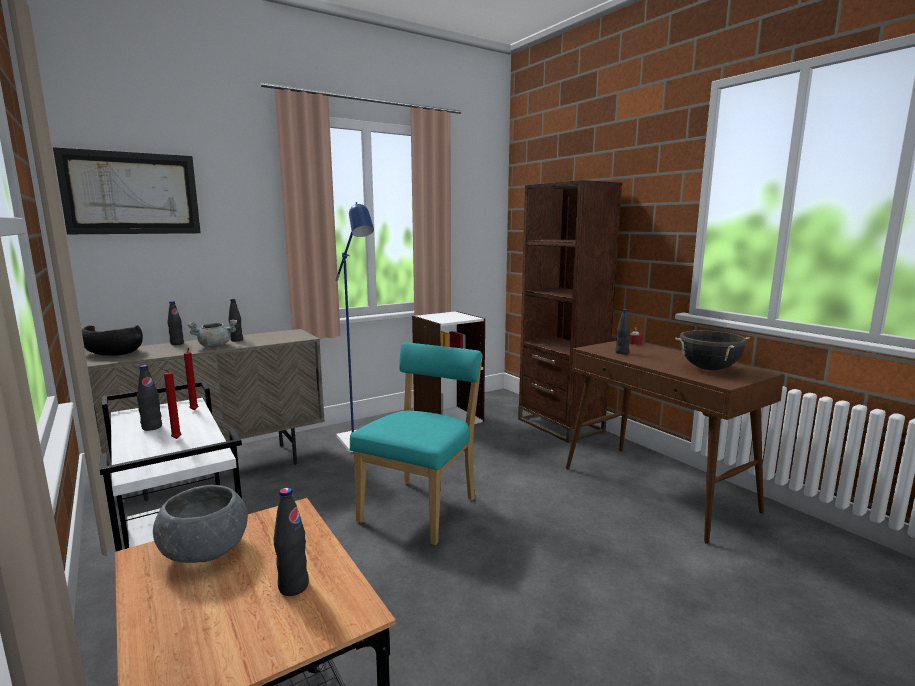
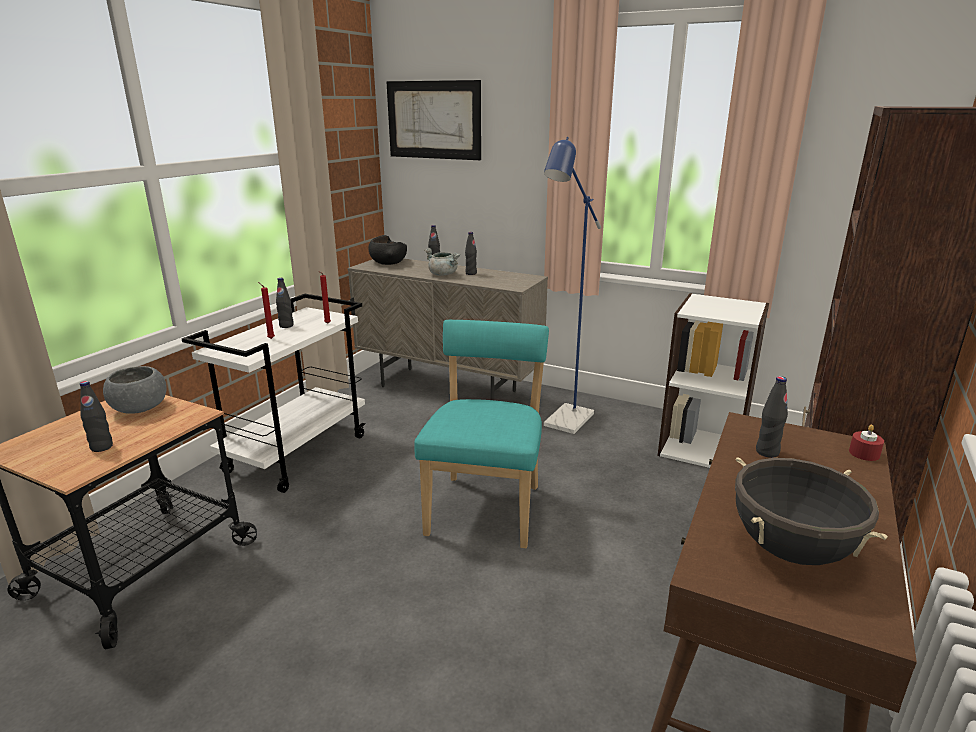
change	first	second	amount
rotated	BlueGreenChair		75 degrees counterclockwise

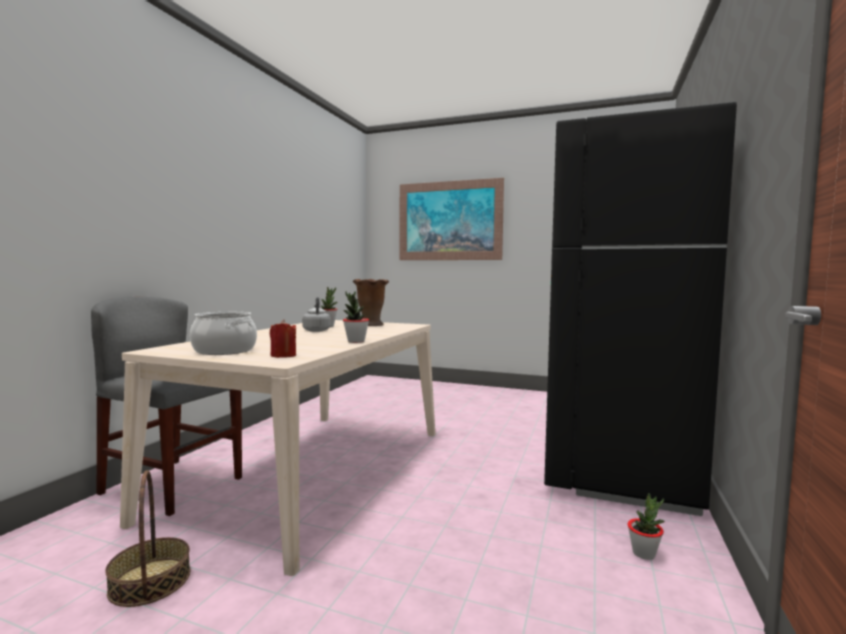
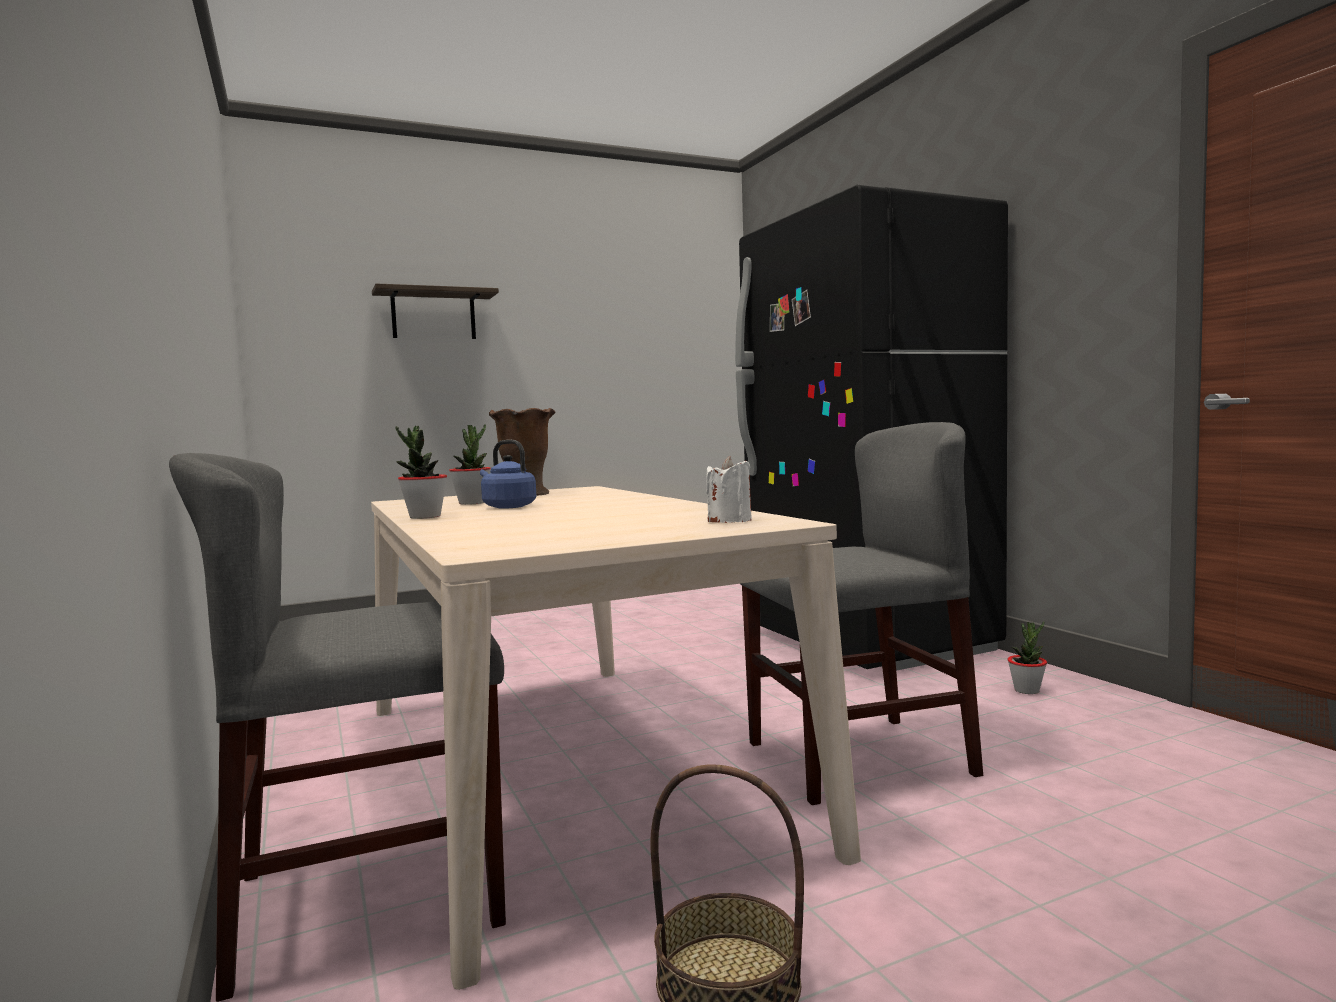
change	first	second	amount
gone	CookingPot		
new		GrayChair (no. 2 from left)	
shifted	PlantInAPot (no. 2 from left in the first image)	PlantInAPot (no. 1 from left)	
swapped	WallArt	Shelf	
repainted	RedColouredWaxLight	WhitishWaxLight	
repainted	GrayTeaKettle	BluishTeaKettle	

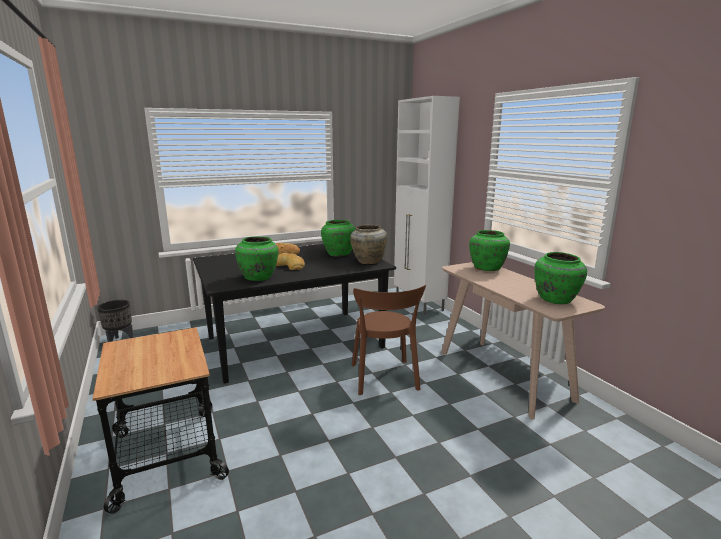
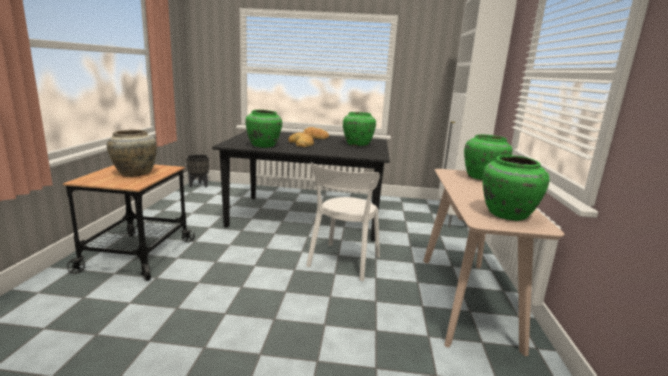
change	first	second	amount
shifted	BeigeDecorativeVase		
repainted	BrownishChair	WhitishChair	

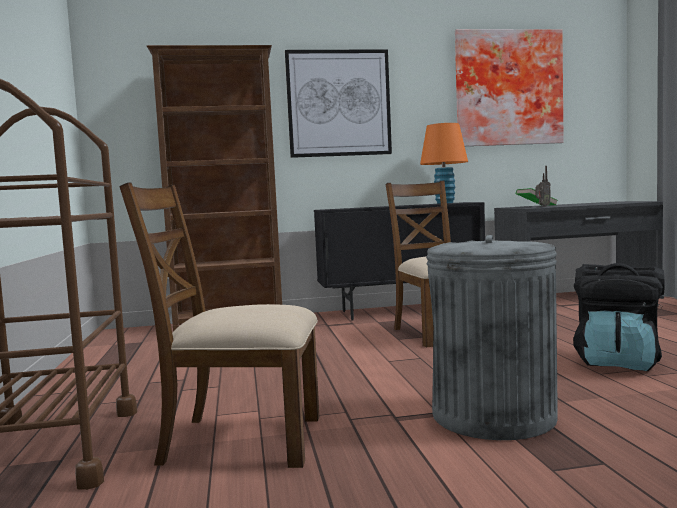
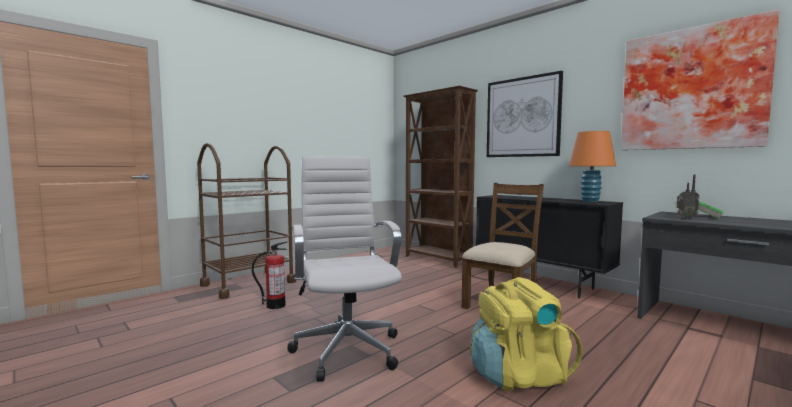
change	first	second	amount
swapped	BrownishChair (no. 1 from left)	FireFightingCylinder	
swapped	GrayRubbishBin	WhitishComputerChair	
repainted	BlackishKnapsack	YellowKnapsack	

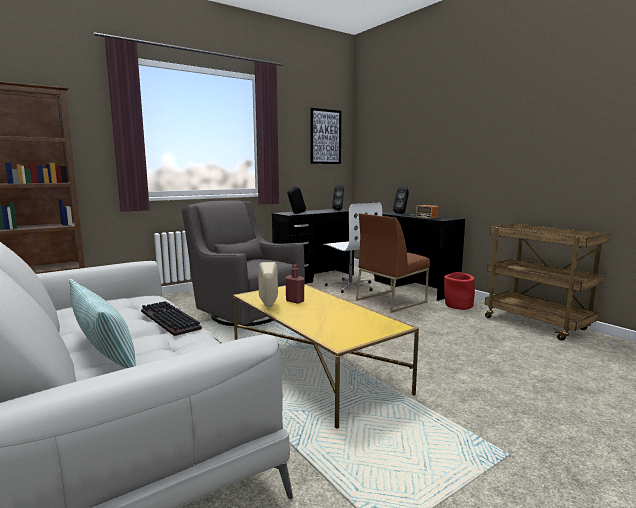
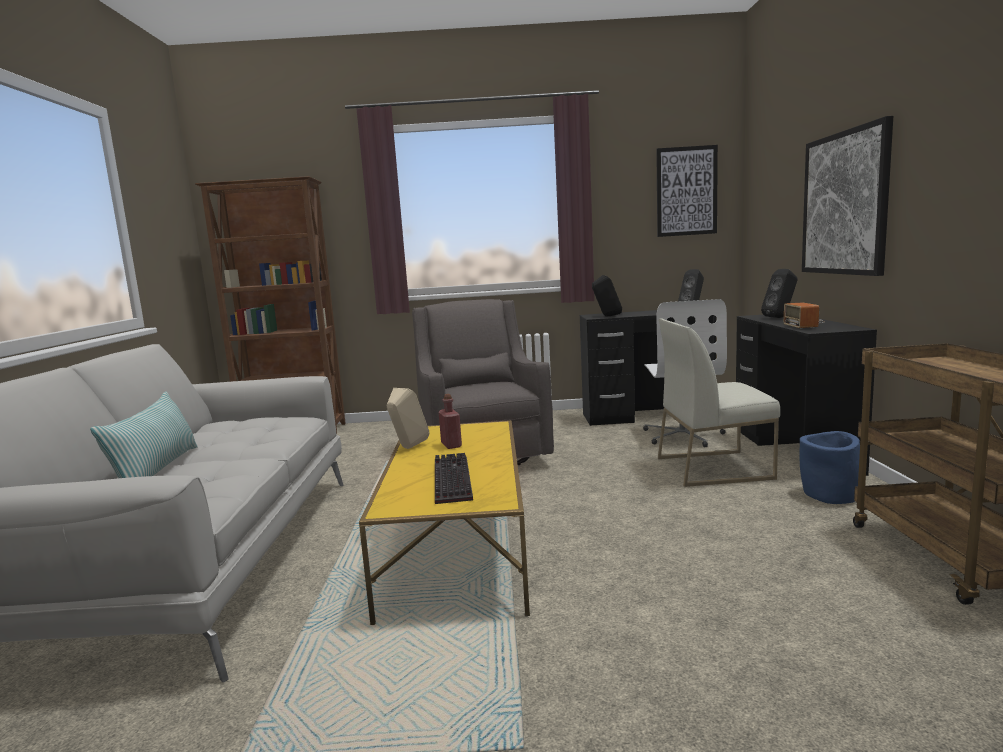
change	first	second	amount
new		WallArt (no. 2 from left)	
shifted	ComputerKeyboard		
repainted	BrownishChair	WhitishChair	
repainted	RedColouredFlowerPot	BluishFlowerPot	

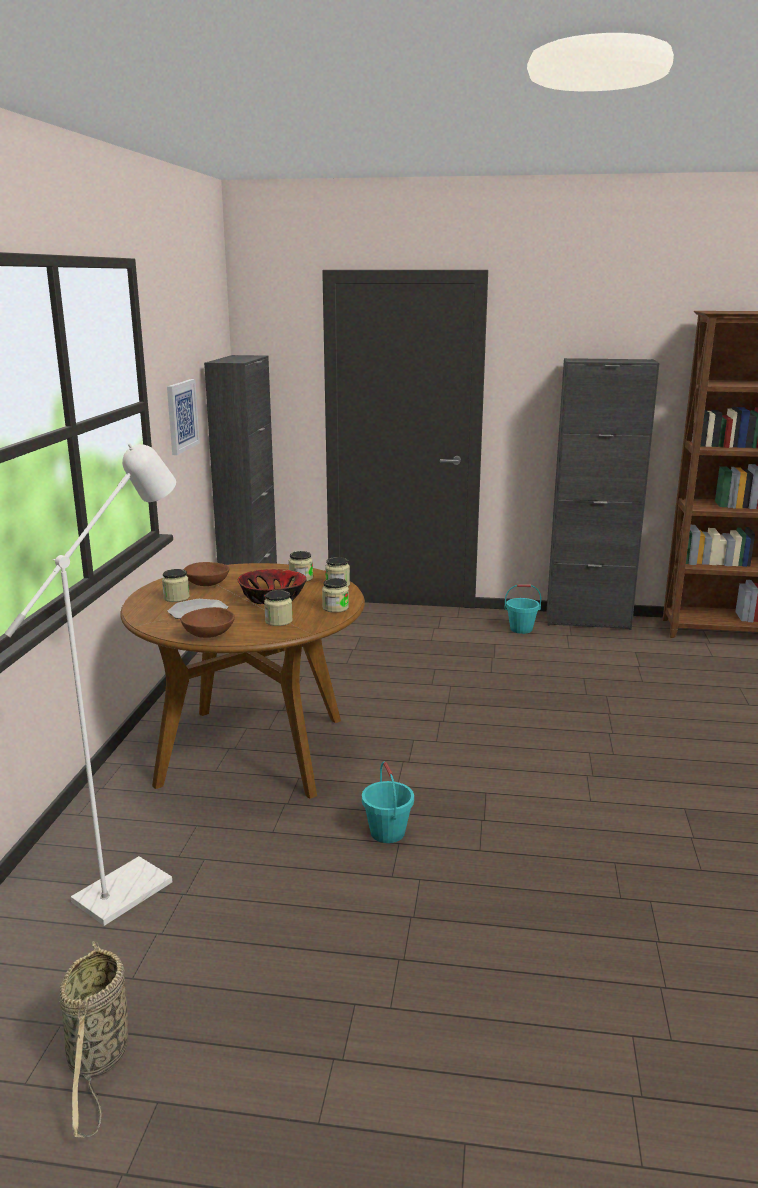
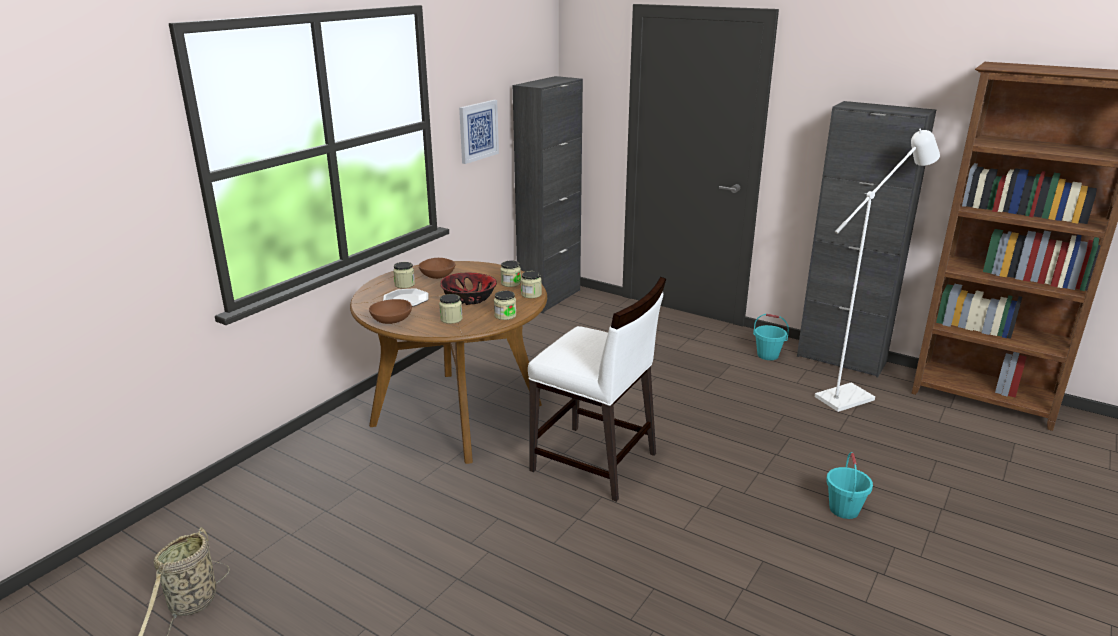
change	first	second	amount
new		WhitishChair	
shifted	WhitishStandingLamp		
shifted	BlueGreenPail (no. 1 from left in the first image)	BlueGreenPail (no. 2 from left)	

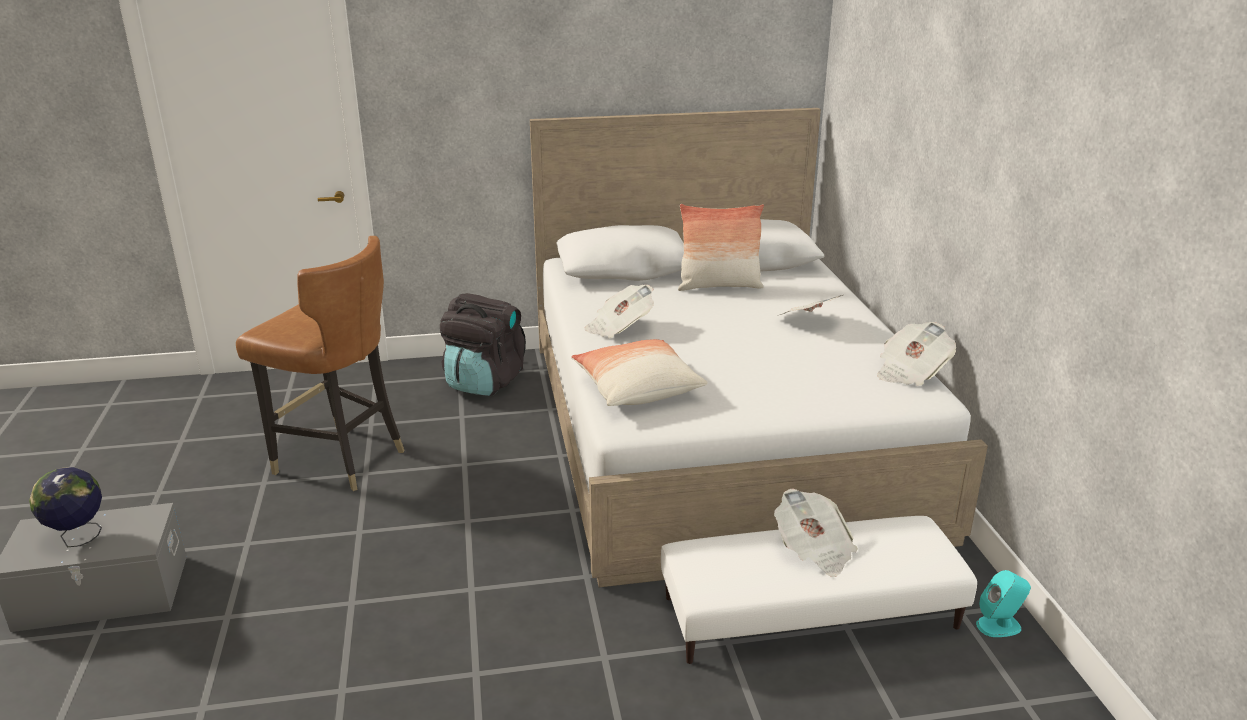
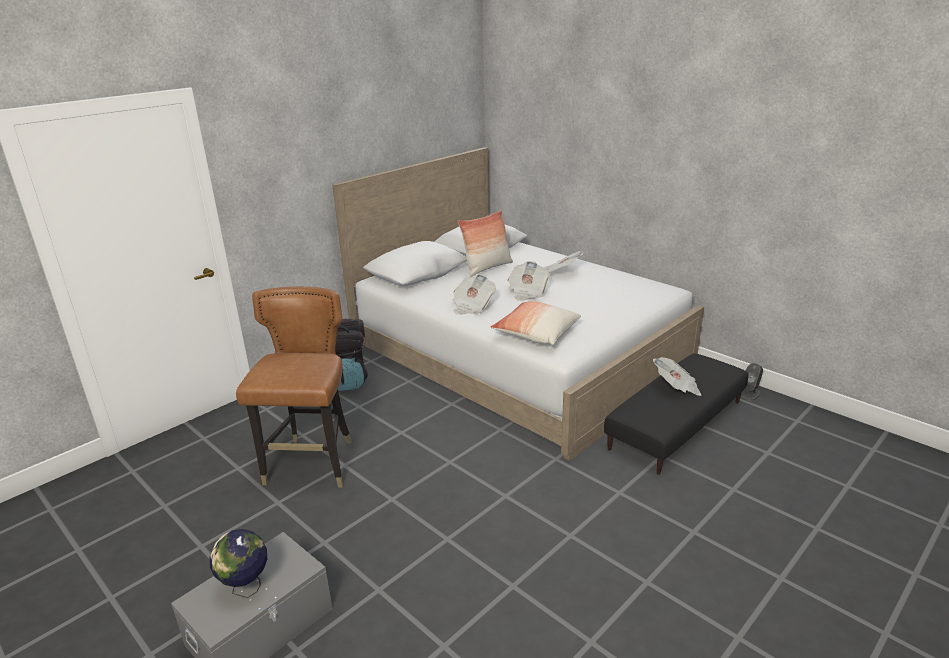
change	first	second	amount
shifted	DailyPaper (no. 4 from left in the first image)	DailyPaper (no. 2 from left)	
repainted	WhitishPouffe	BlackishPouffe	
repainted	BlueGreenAudioSpeaker	GrayAudioSpeaker	
rotated	BrownishChair		75 degrees counterclockwise

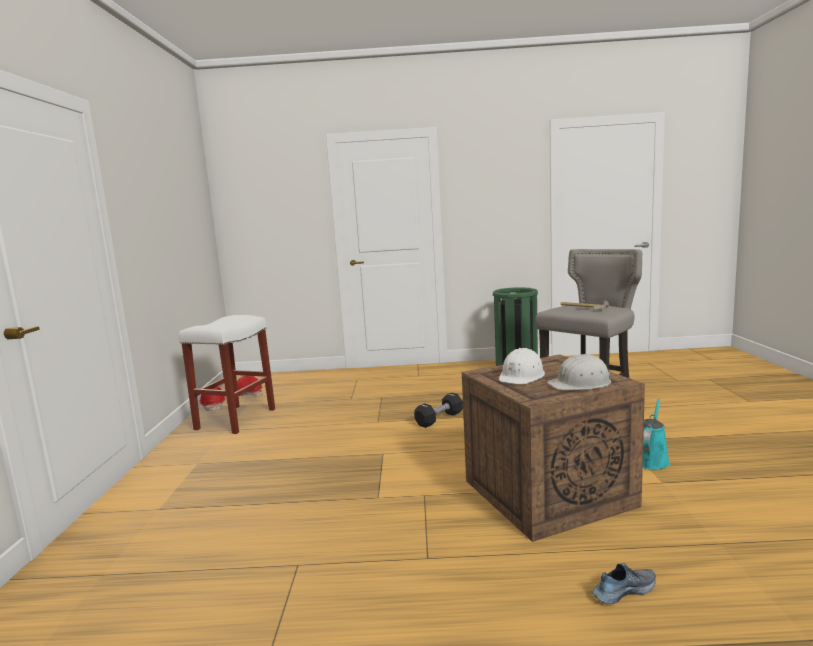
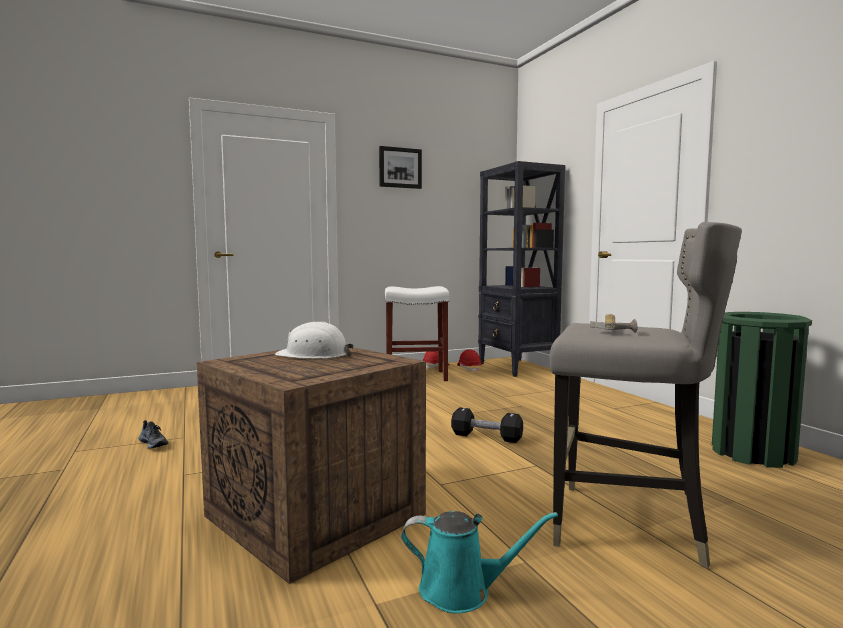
change	first	second	amount
gone	WhitishHardHat (no. 2 from left)		
new		WallArt	
new		BlackishShelvingUnit	
shifted	LowShoe		

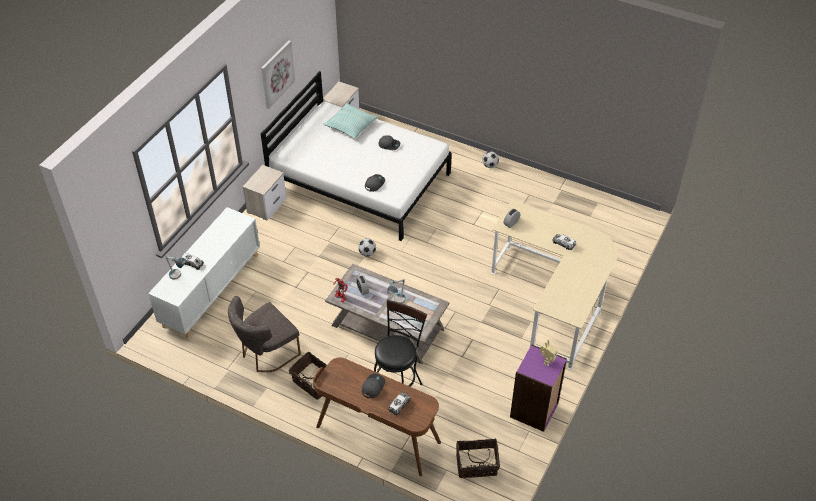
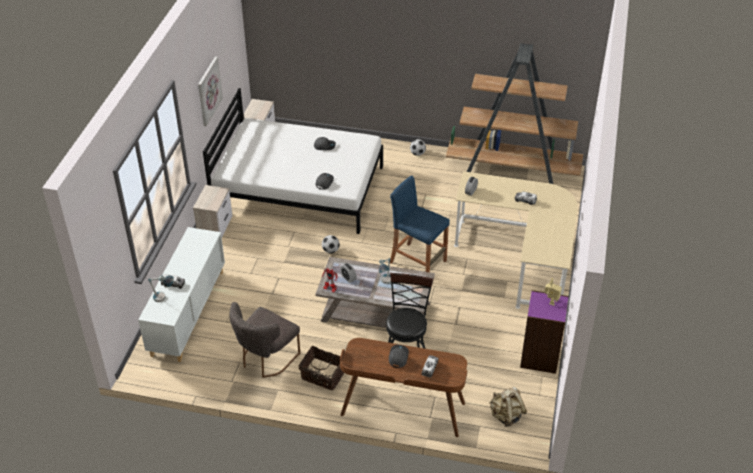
change	first	second	amount
gone	ThrowPillow		
new		BluishStool	
new		BrownishShelvingUnit	
swapped	Basket (no. 2 from left)	BeigeKnapsack	

